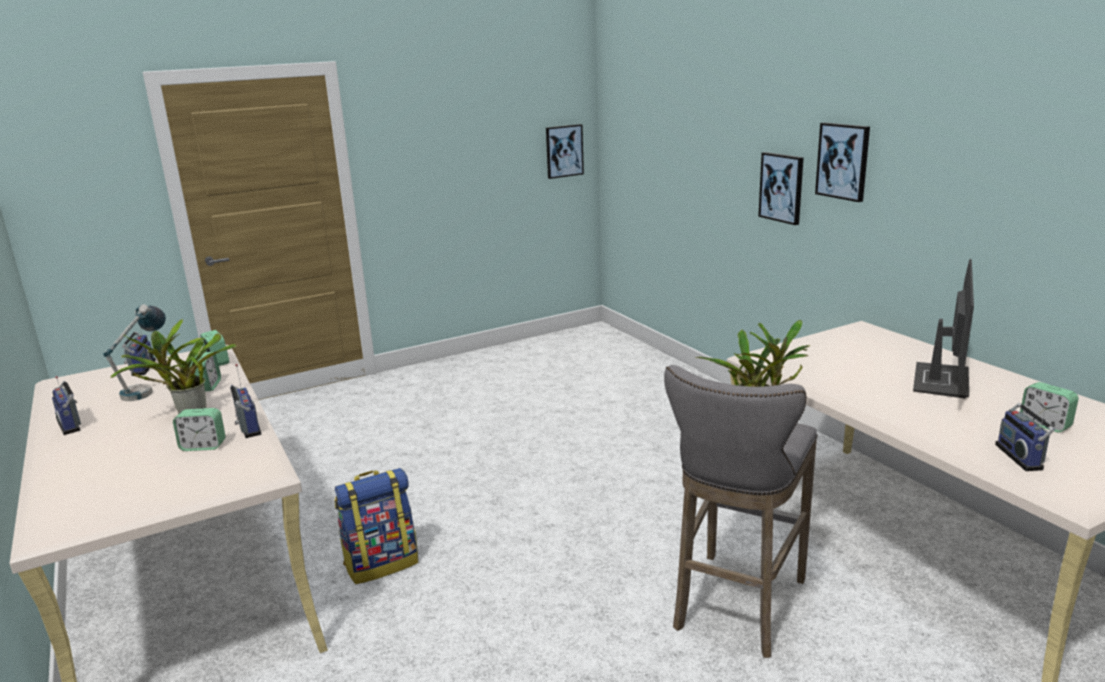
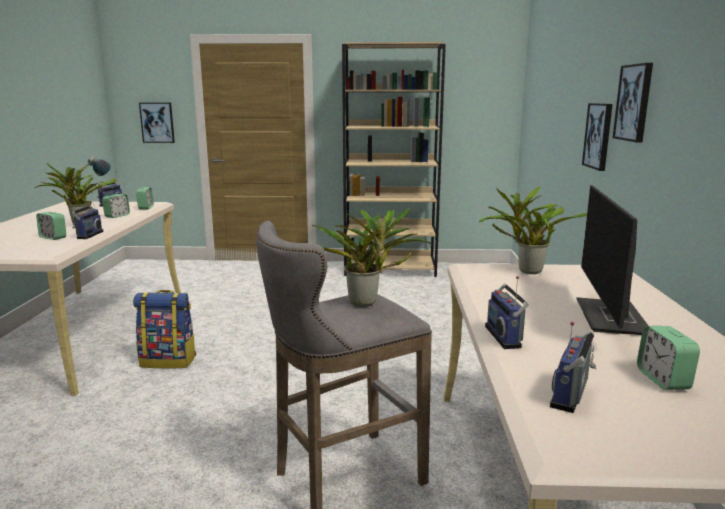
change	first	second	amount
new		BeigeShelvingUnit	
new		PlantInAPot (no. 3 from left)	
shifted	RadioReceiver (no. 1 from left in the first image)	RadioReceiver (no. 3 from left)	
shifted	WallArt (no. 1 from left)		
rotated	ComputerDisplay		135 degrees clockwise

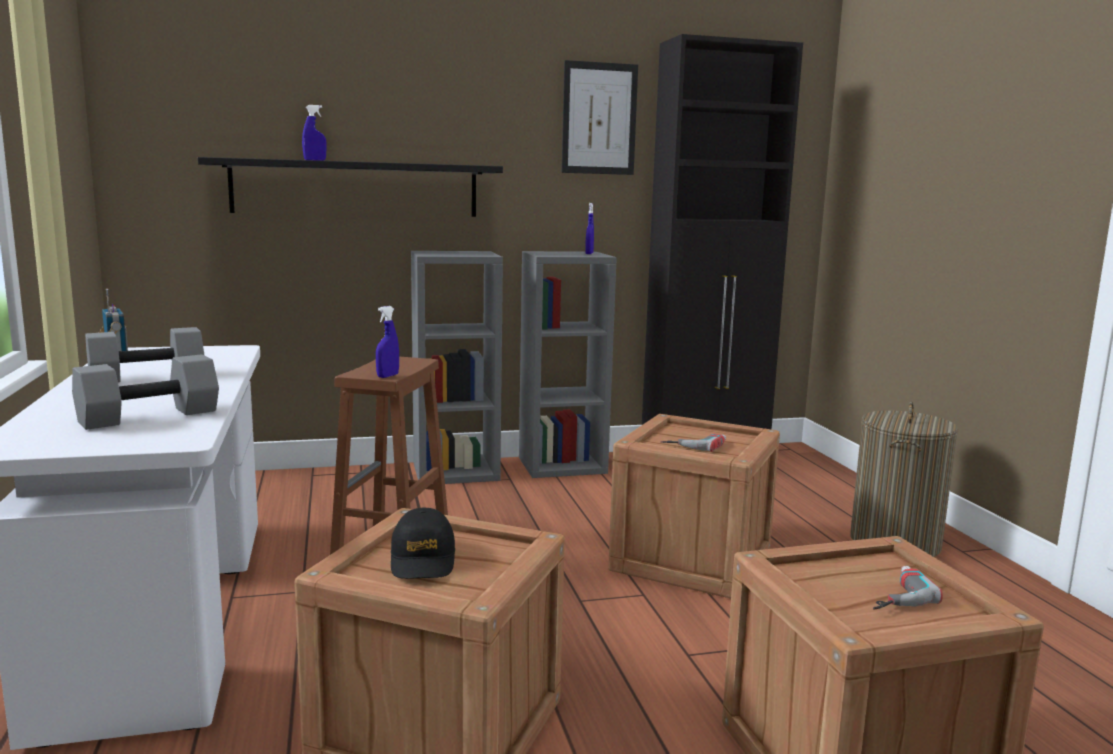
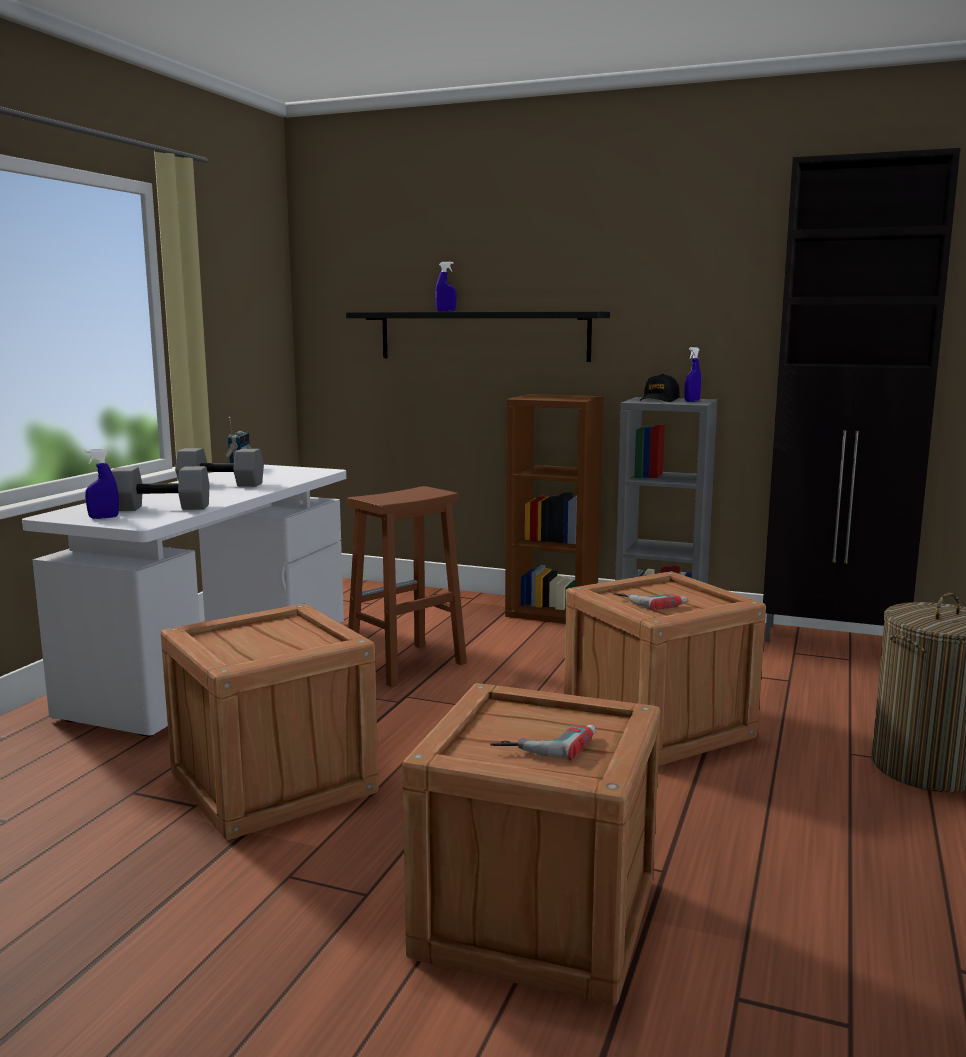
change	first	second	amount
gone	WallArt		
shifted	BluishSprayBottle (no. 2 from left in the first image)	BluishSprayBottle (no. 1 from left)	
shifted	BlackishBaseballCap		
repainted	GrayShelvingUnit (no. 1 from left)	BrownishShelvingUnit	

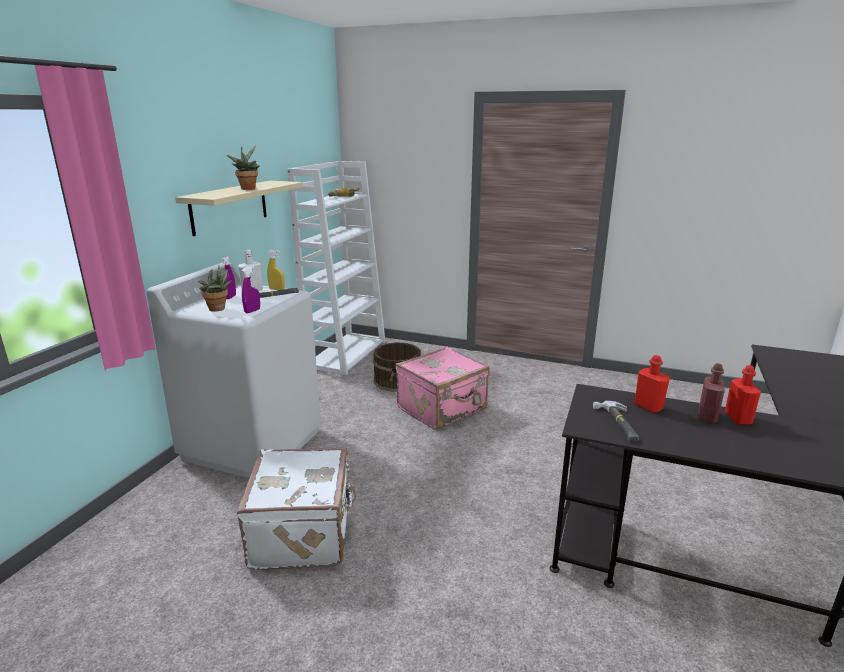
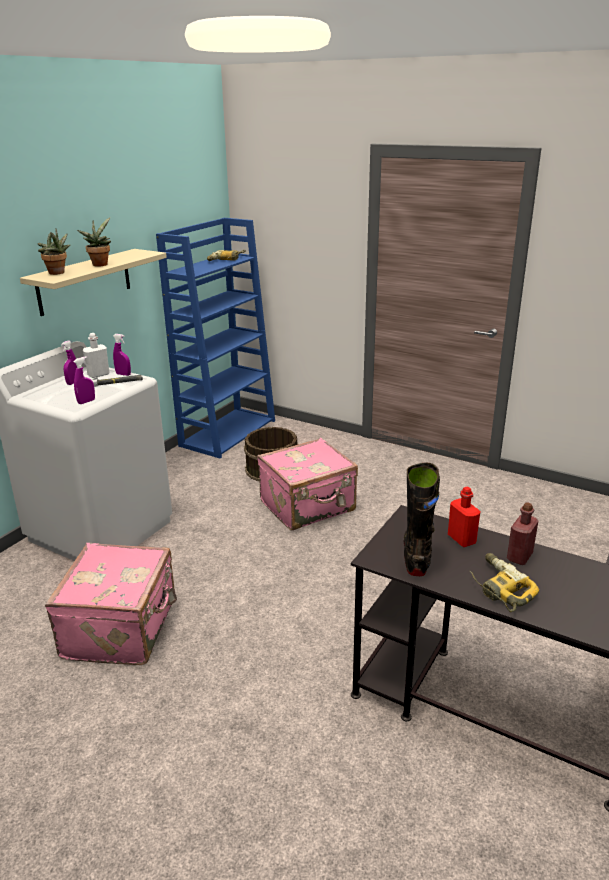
change	first	second	amount
gone	RedColouredBottle (no. 3 from left)		
new		PowerDrill (no. 2 from left)	
shifted	PlantInAPot (no. 1 from left)		
swapped	ToolHammer (no. 2 from left)	BlackishTallBoot	
repainted	WhitishPieceOfLuggage	PinkPieceOfLuggage (no. 1 from left)	
repainted	YellowSprayBottle	PurplishSprayBottle (no. 3 from left)	
repainted	WhitishShelvingUnit	BluishShelvingUnit	

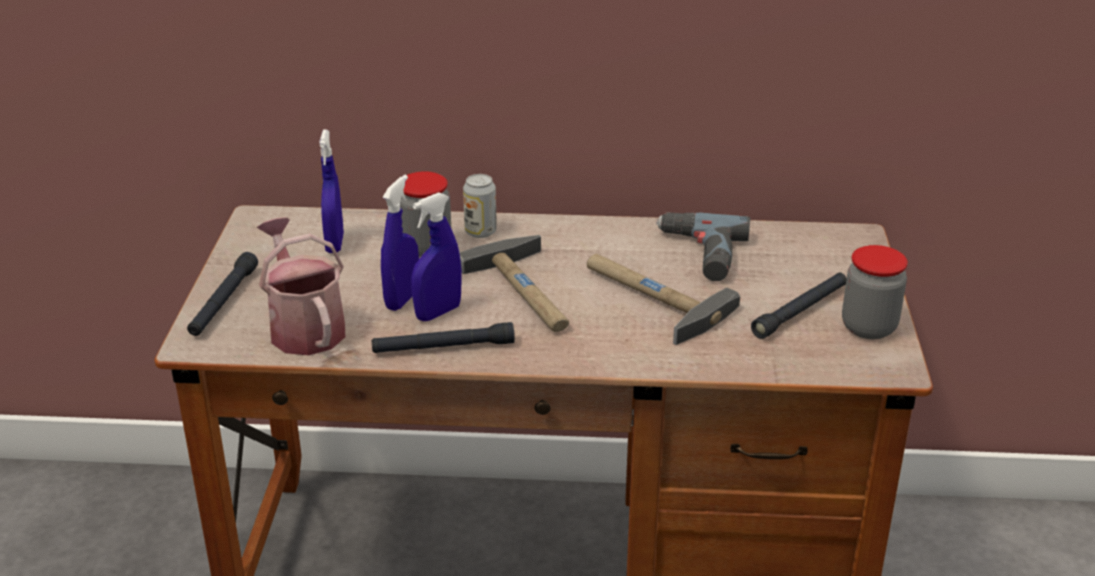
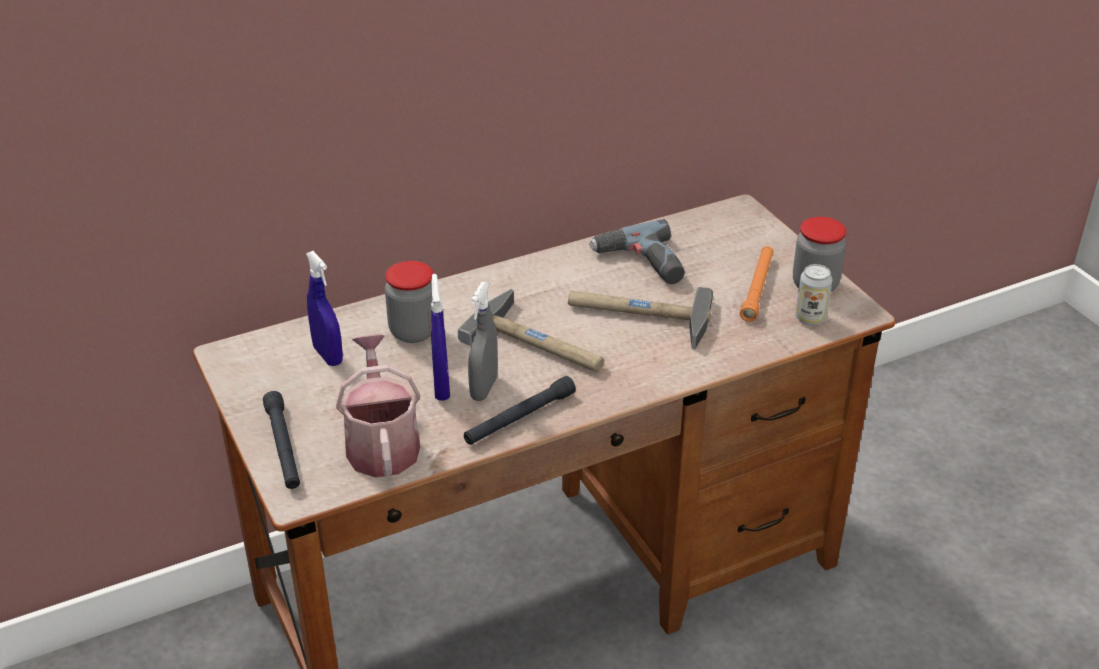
change	first	second	amount
shifted	Can		
repainted	BluishSprayBottle (no. 3 from left)	GraySprayBottle	
repainted	BlackishFlashlight (no. 3 from left)	OrangeColouredFlashlight	
rotated	WateringCan		45 degrees clockwise

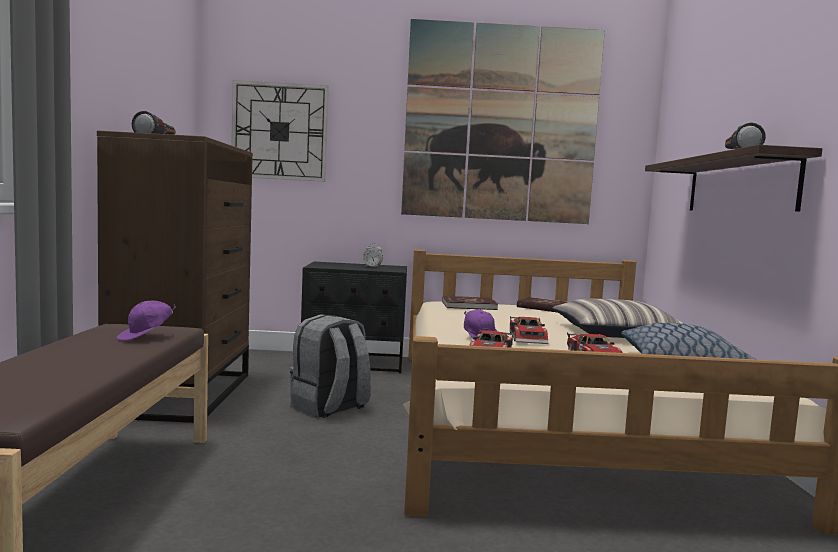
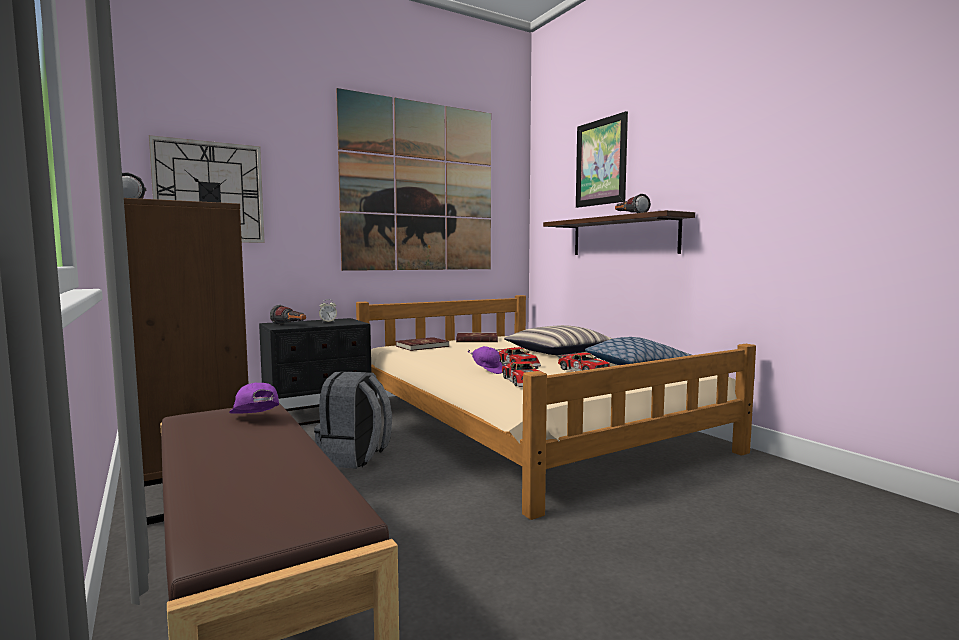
change	first	second	amount
new		Flashlight (no. 2 from left)	
new		WallArt (no. 2 from left)	
rotated	PurplishBaseballCap (no. 1 from left)		135 degrees clockwise

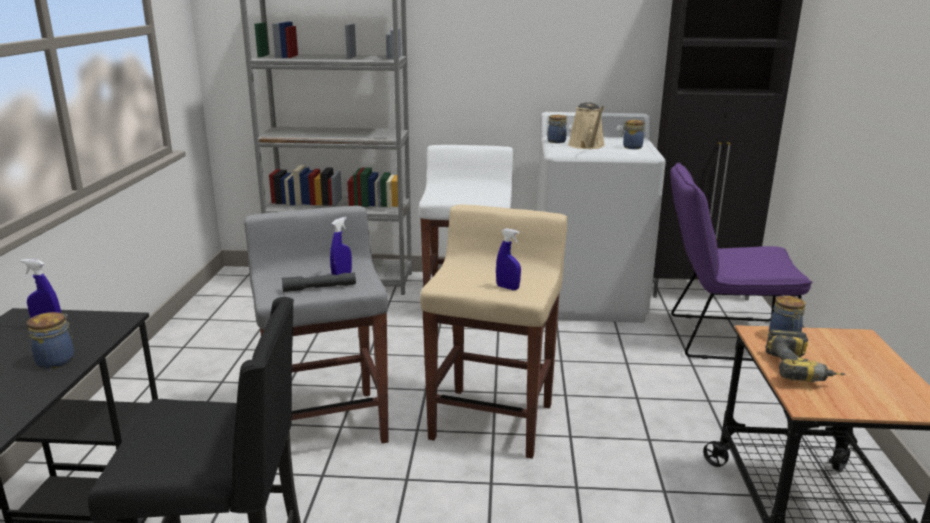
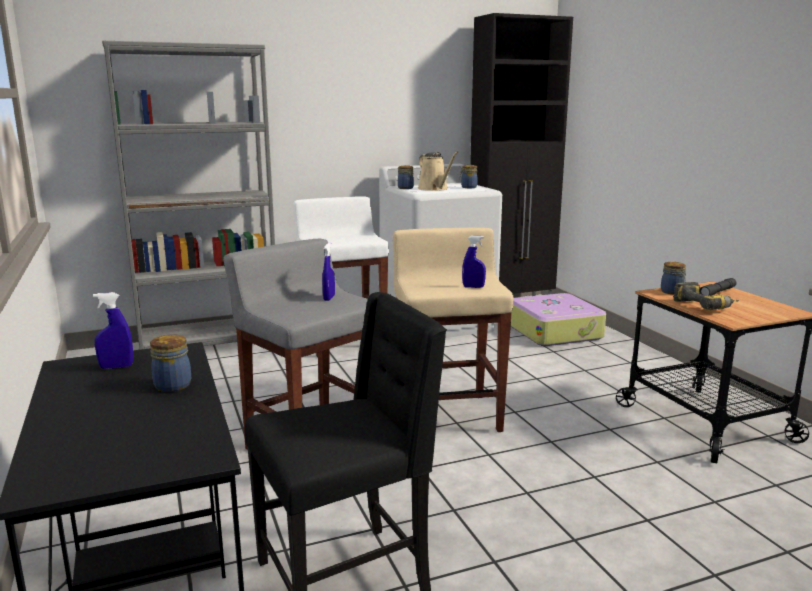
change	first	second	amount
shifted	GrayFlashlight		
swapped	PurplishChair	PieceOfLuggage	

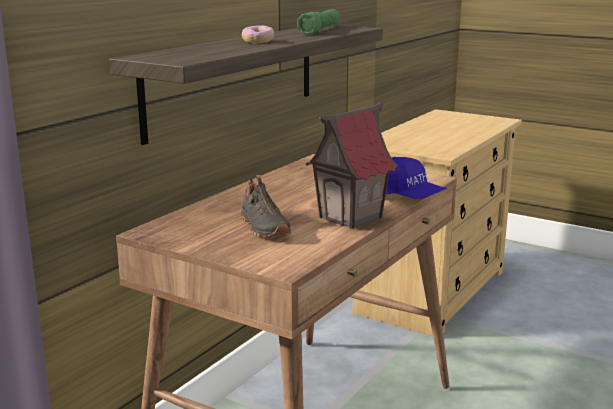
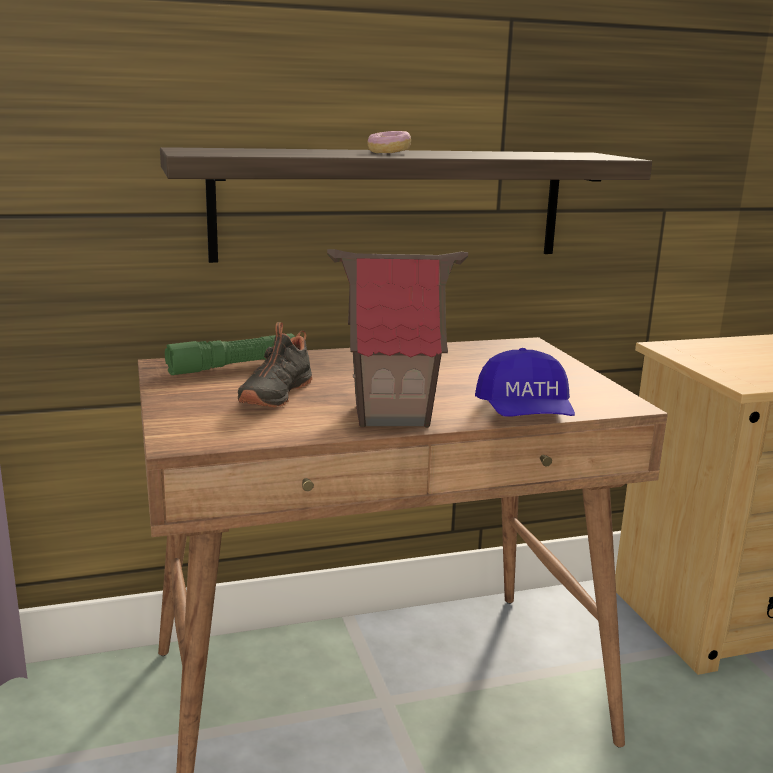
change	first	second	amount
shifted	GreenFlashlight		

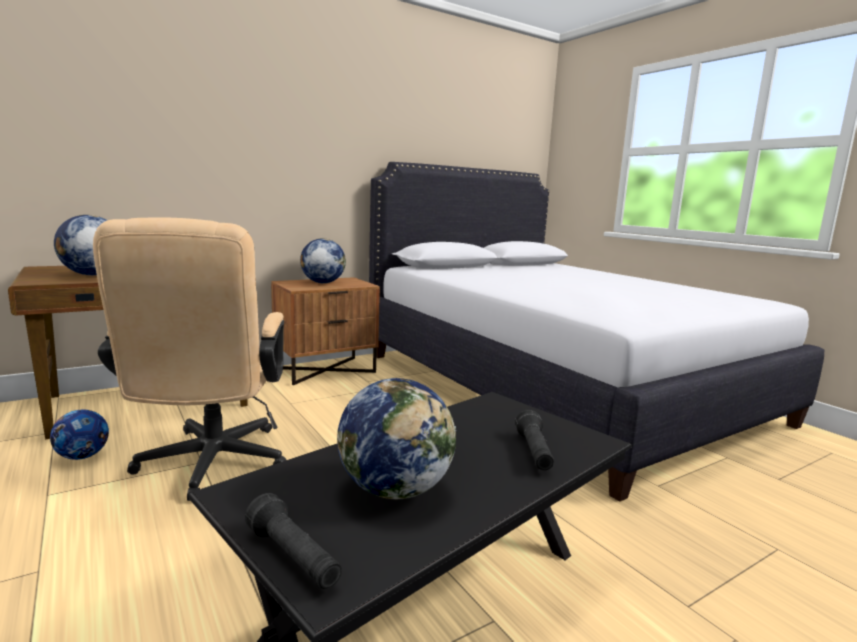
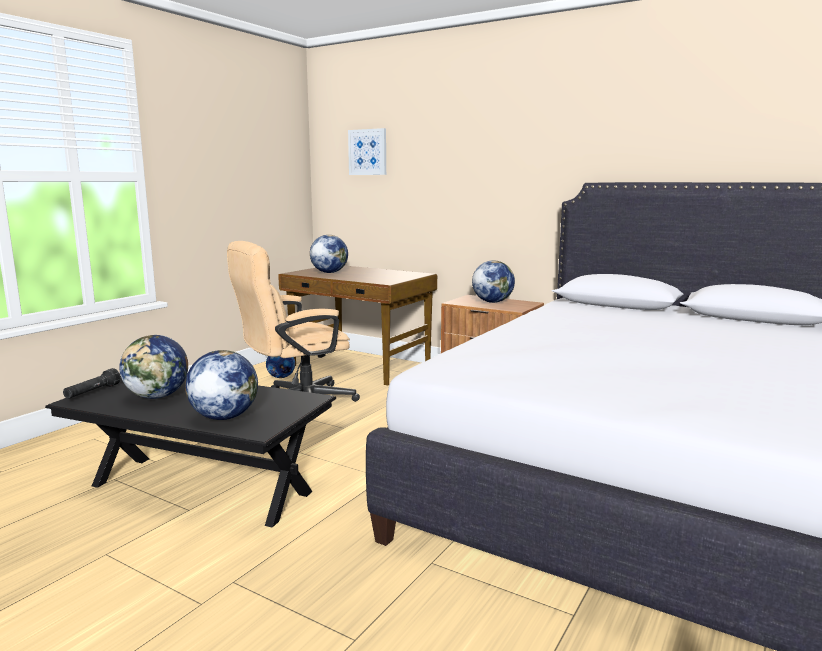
change	first	second	amount
new		WallArt	
swapped	BlackishFlashlight (no. 2 from left)	WorldGlobe (no. 2 from left)	

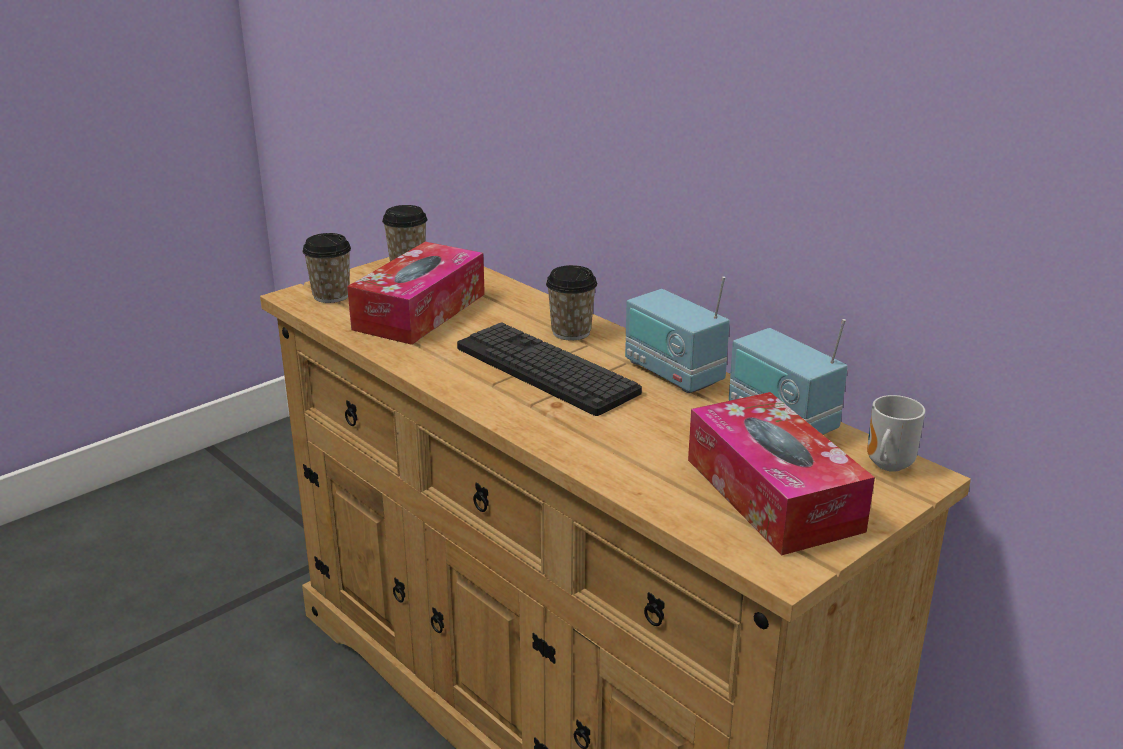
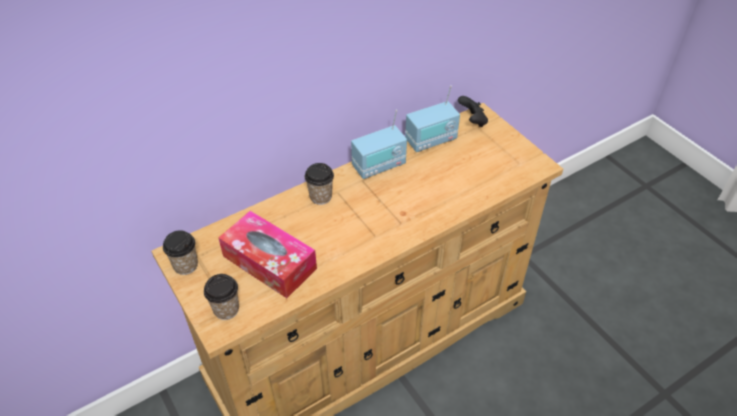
change	first	second	amount
gone	ComputerKeyboard		
gone	TissueHolder (no. 2 from left)		
swapped	Mug	BlackishGameController	

